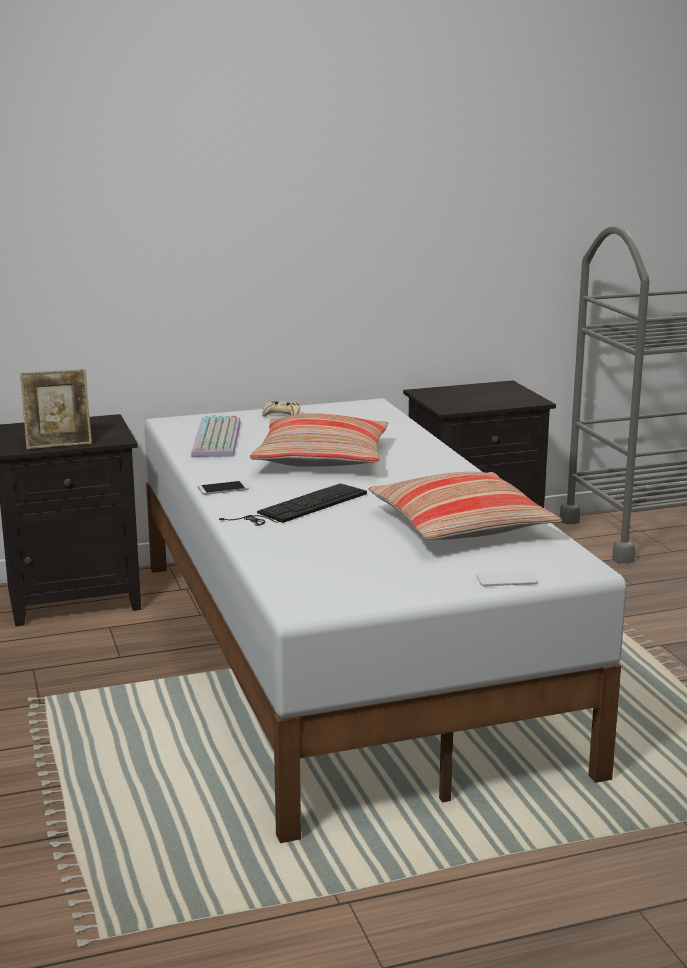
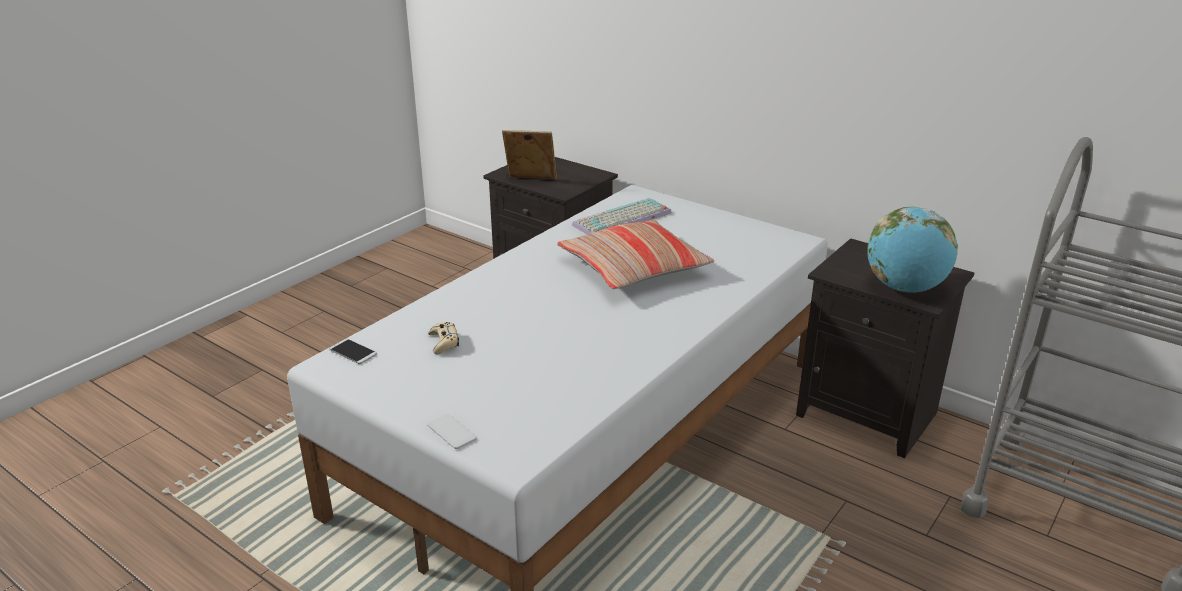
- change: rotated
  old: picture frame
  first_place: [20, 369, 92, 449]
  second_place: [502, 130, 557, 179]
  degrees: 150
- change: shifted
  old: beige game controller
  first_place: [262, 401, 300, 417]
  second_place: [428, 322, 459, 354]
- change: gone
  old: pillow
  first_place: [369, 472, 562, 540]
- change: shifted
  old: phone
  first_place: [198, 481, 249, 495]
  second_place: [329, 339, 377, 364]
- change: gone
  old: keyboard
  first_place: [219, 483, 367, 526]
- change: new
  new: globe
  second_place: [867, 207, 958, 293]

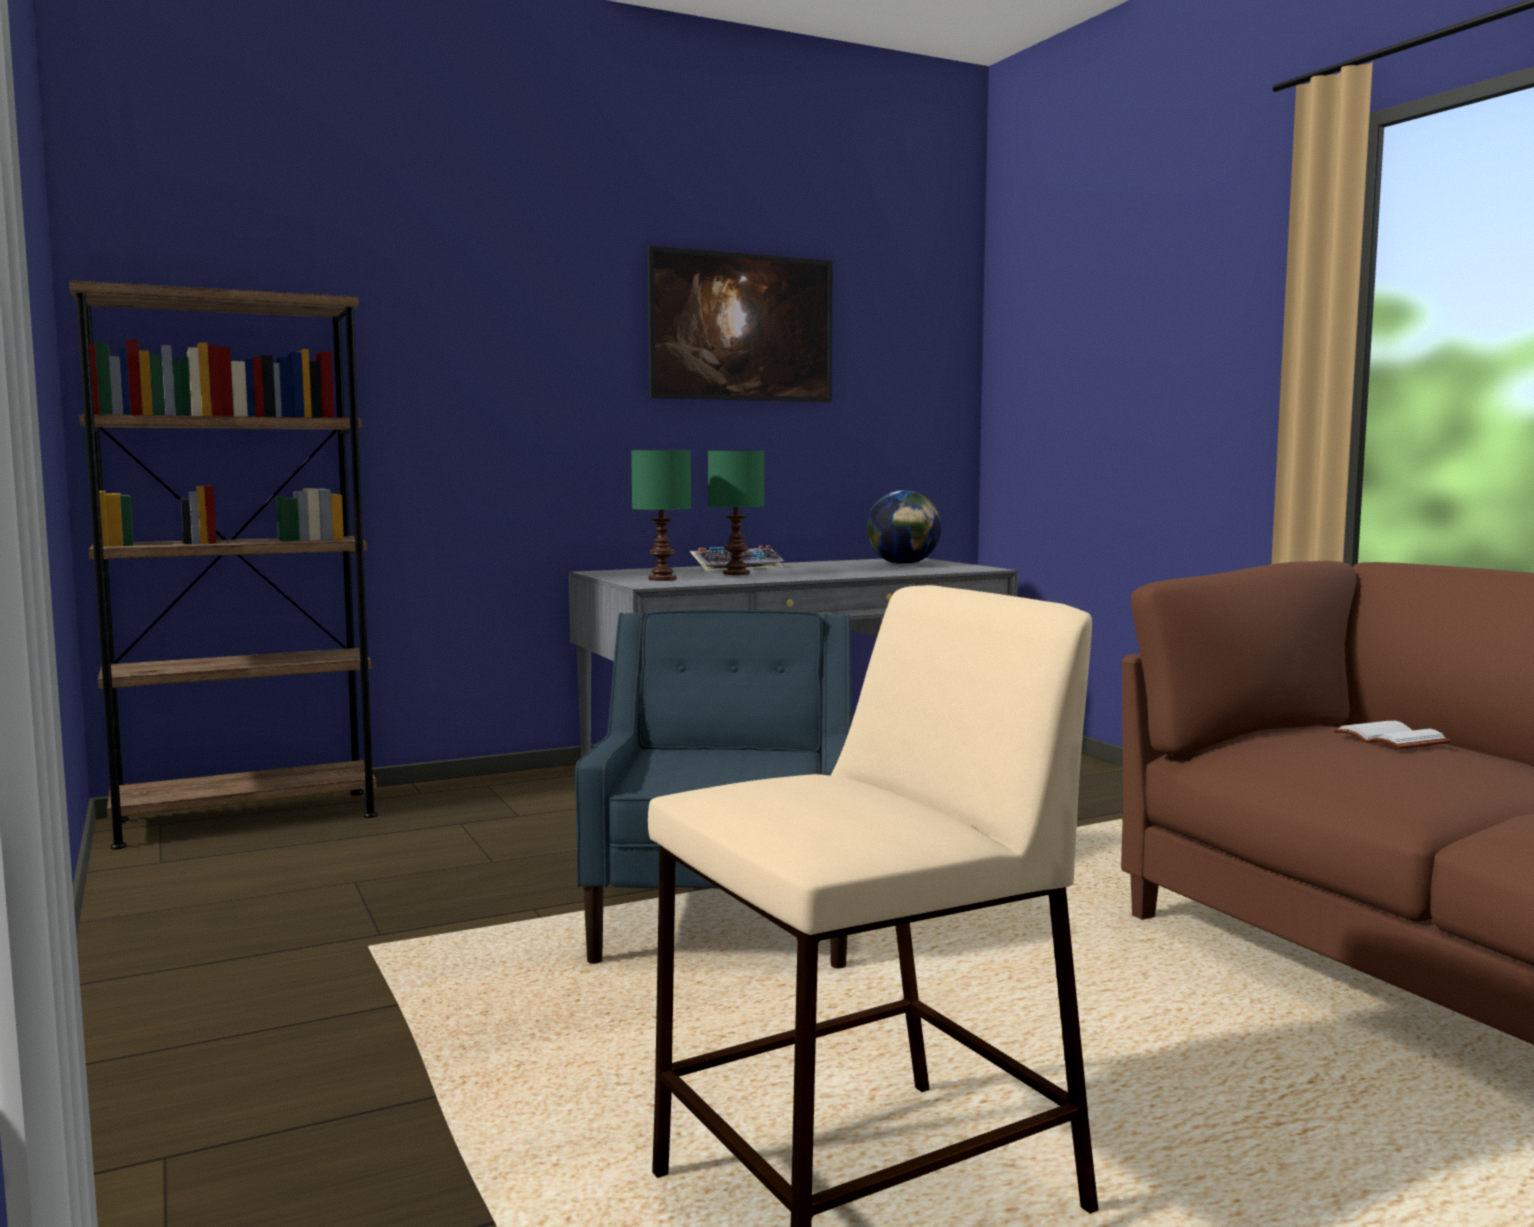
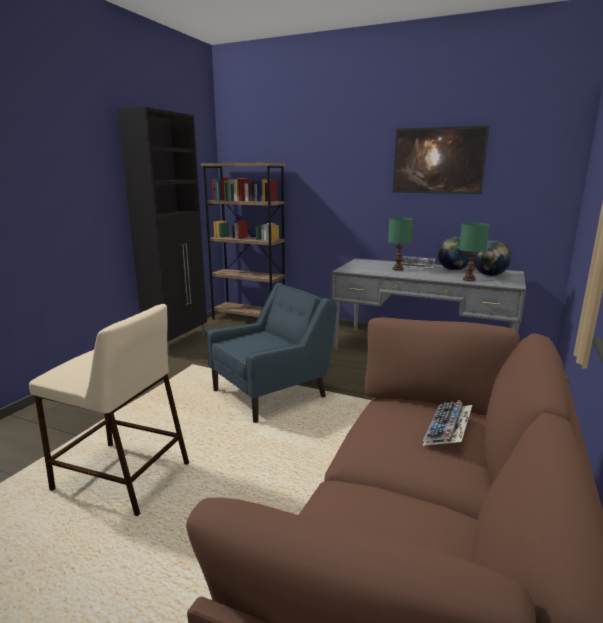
- change: shifted
  old: green table lamp
  first_place: [631, 450, 691, 581]
  second_place: [459, 223, 489, 281]
- change: swapped
  old: white book
  new: keyboard
  first_place: [1333, 721, 1451, 749]
  second_place: [423, 400, 473, 446]
- change: new
  new: black cabinet
  second_place: [117, 107, 207, 355]
- change: new
  new: globe
  second_place: [438, 237, 471, 270]

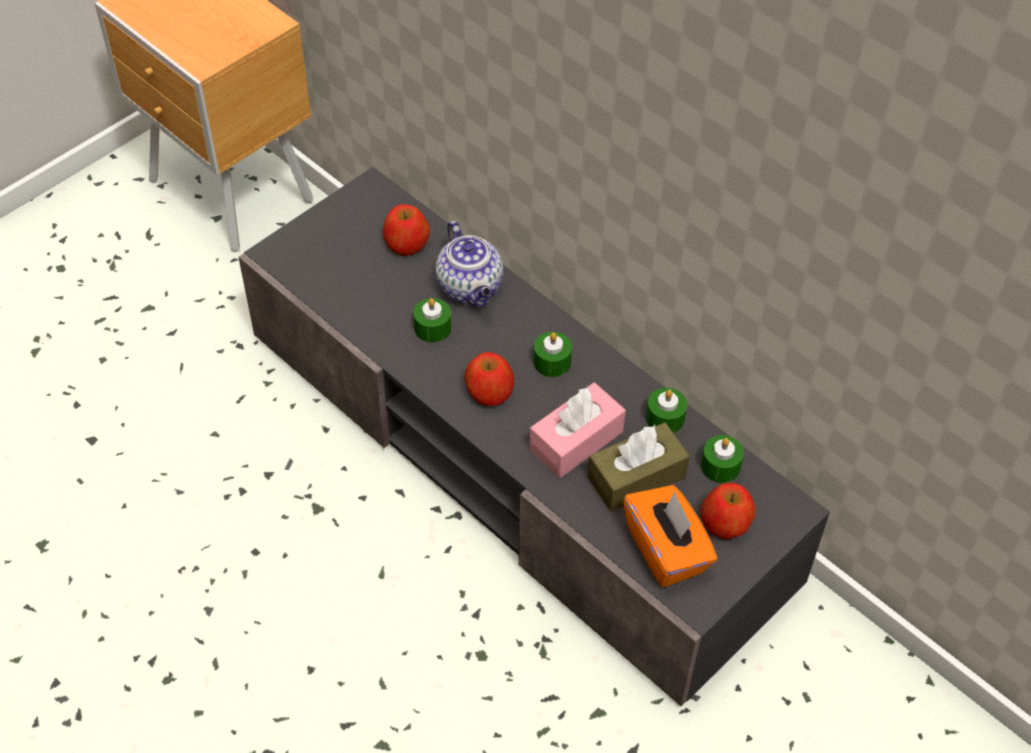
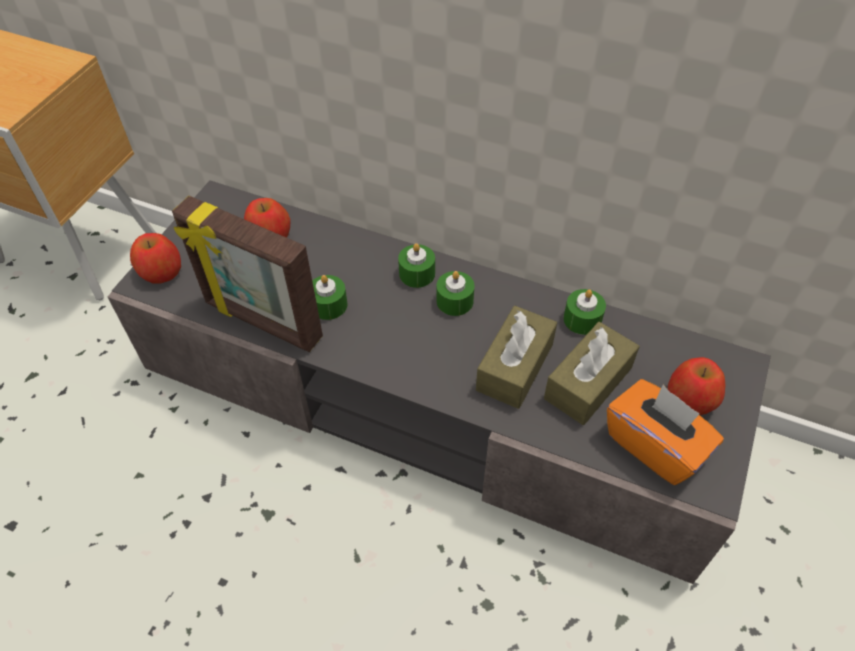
- change: gone
  old: teapot
  first_place: [435, 221, 503, 308]
- change: shifted
  old: apple
  first_place: [464, 352, 514, 406]
  second_place: [130, 233, 181, 284]
- change: repainted
  old: pink tissue box
  new: brown tissue box
  first_place: [530, 383, 626, 478]
  second_place: [476, 306, 557, 409]
- change: shifted
  old: green candle
  first_place: [701, 435, 744, 483]
  second_place: [398, 243, 435, 288]
- change: new
  new: picture frame
  second_place: [172, 196, 323, 352]

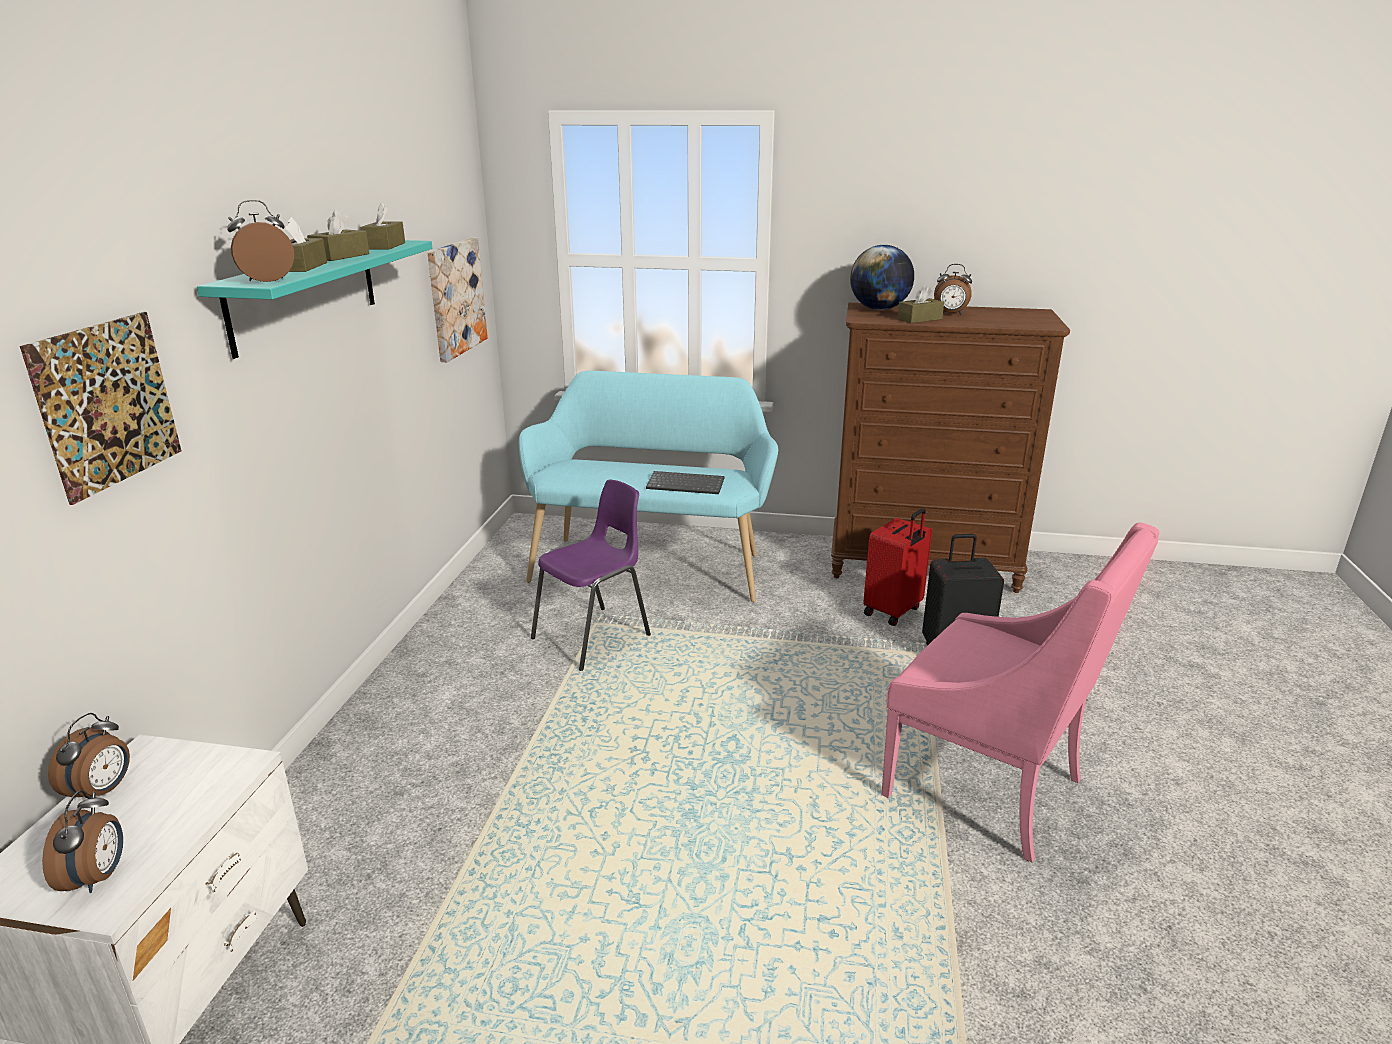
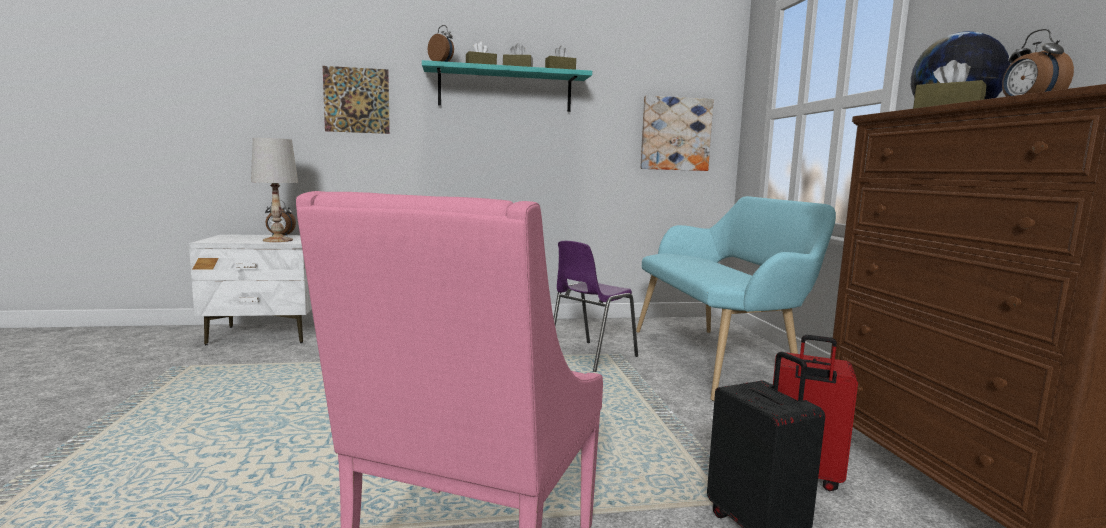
- change: gone
  old: keyboard
  first_place: [646, 471, 725, 494]
- change: rotated
  old: purple chair
  first_place: [531, 479, 651, 671]
  second_place: [554, 241, 638, 372]
  degrees: 105
- change: gone
  old: alarm clock
  first_place: [42, 790, 123, 893]
- change: new
  new: white table lamp
  second_place: [251, 138, 298, 242]

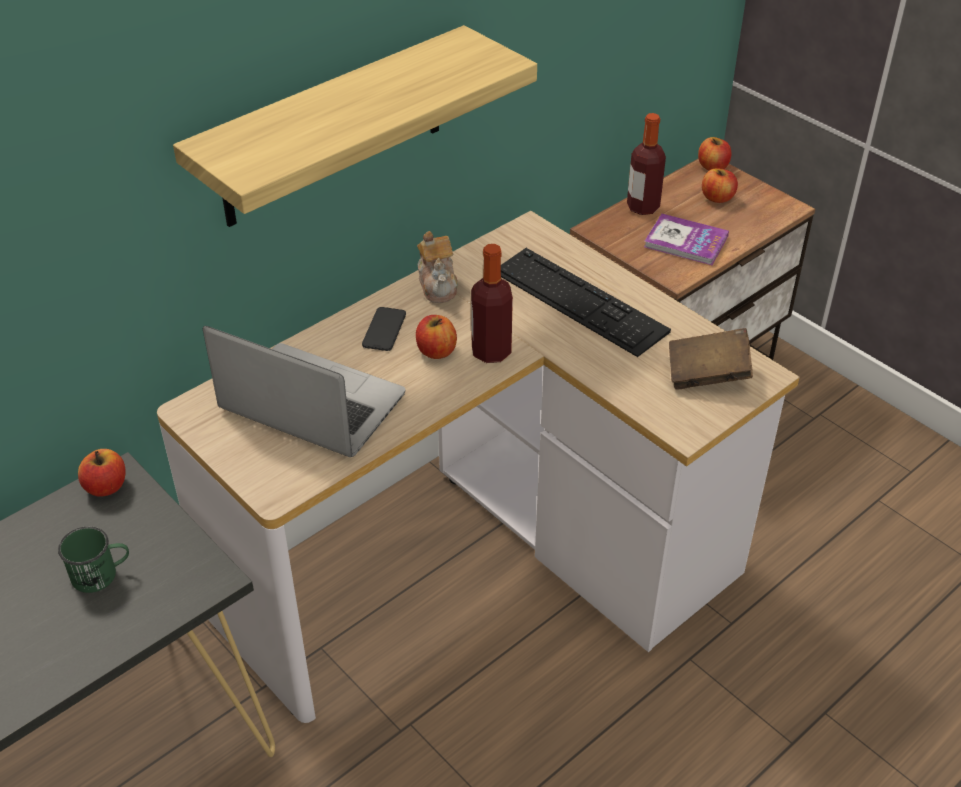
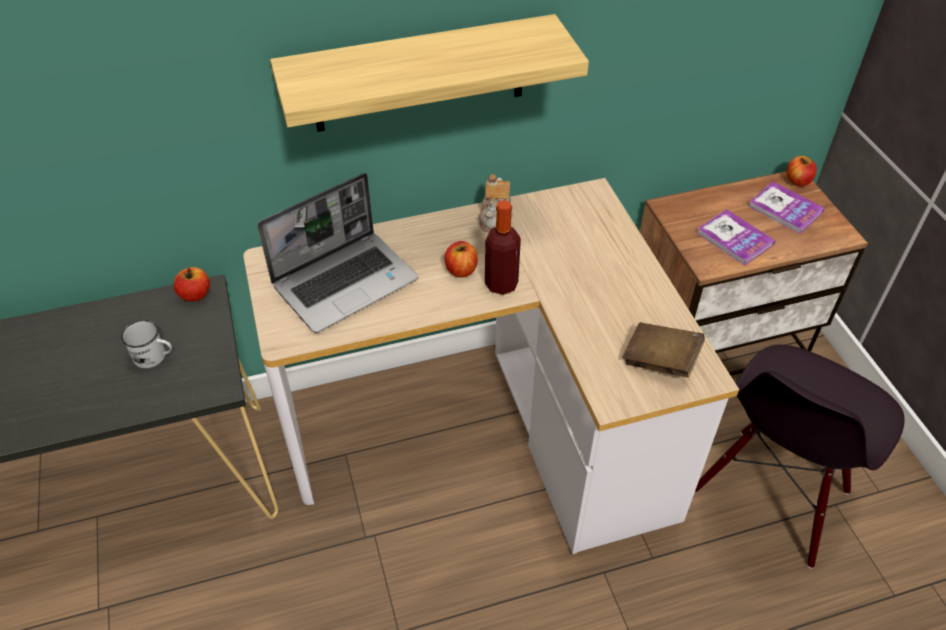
- change: gone
  old: bottle
  first_place: [627, 113, 666, 215]
- change: swapped
  old: apple
  new: book
  first_place: [702, 168, 738, 203]
  second_place: [748, 182, 825, 234]
- change: gone
  old: keyboard
  first_place: [501, 248, 671, 357]
- change: gone
  old: phone
  first_place: [362, 307, 406, 351]
- change: rotated
  old: laptop
  first_place: [203, 326, 405, 457]
  second_place: [257, 173, 418, 333]
  degrees: 90
- change: repainted
  old: green mug
  new: white mug
  first_place: [58, 526, 129, 593]
  second_place: [121, 320, 172, 368]
- change: new
  new: black chair
  second_place: [695, 345, 905, 568]

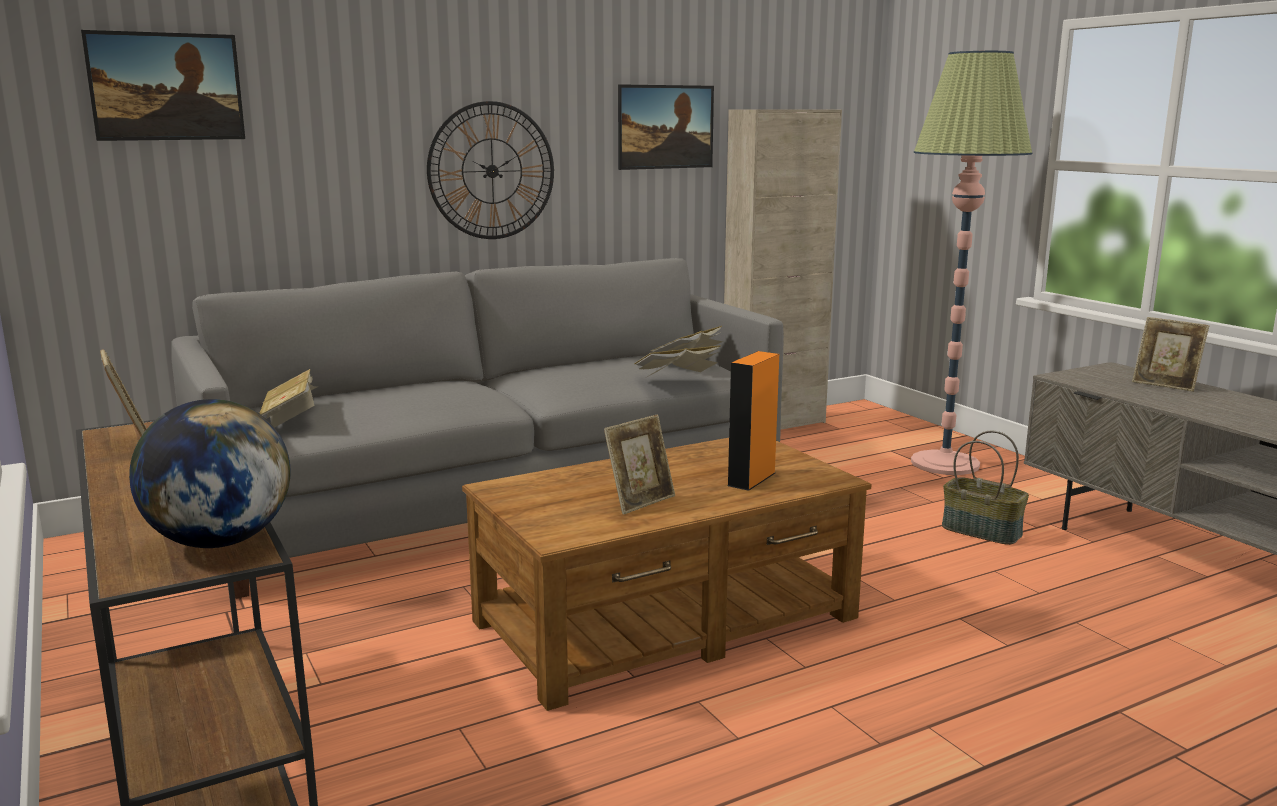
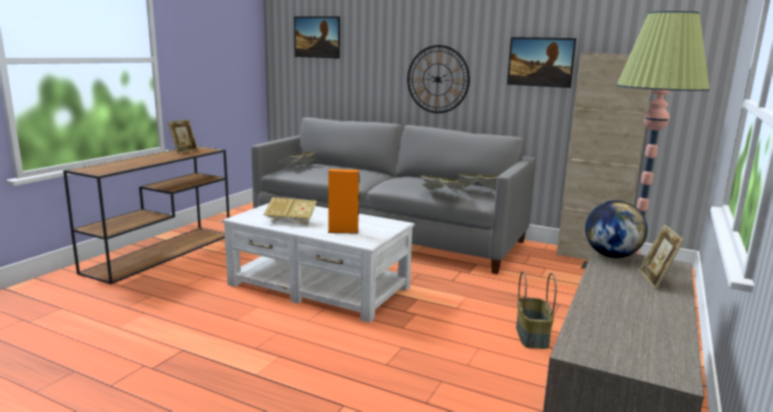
- change: shifted
  old: globe
  first_place: [129, 399, 291, 548]
  second_place: [585, 200, 648, 258]
- change: swapped
  old: picture frame
  new: book
  first_place: [604, 414, 675, 515]
  second_place: [263, 197, 317, 225]
- change: repainted
  old: brown coffee table
  new: white coffee table
  first_place: [462, 438, 872, 711]
  second_place: [222, 203, 415, 323]

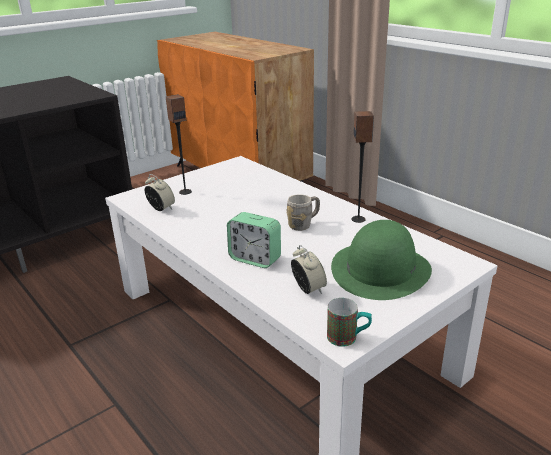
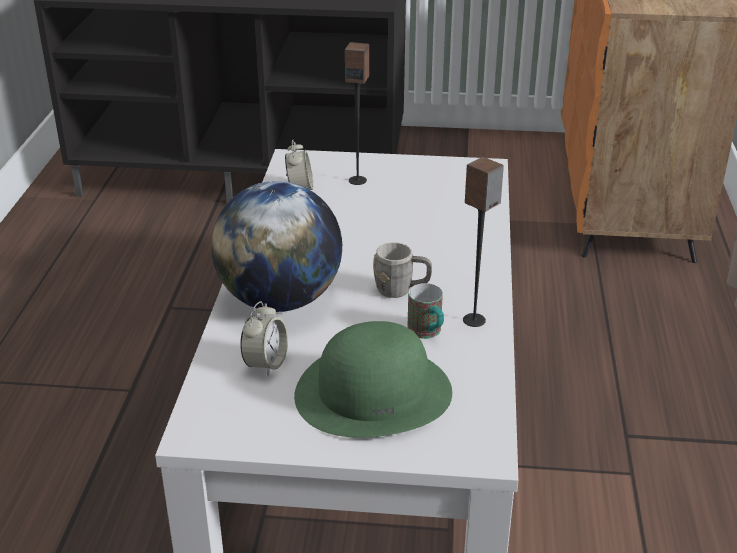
- change: swapped
  old: alarm clock
  new: globe
  first_place: [227, 212, 281, 268]
  second_place: [211, 181, 342, 312]
- change: shifted
  old: mug
  first_place: [327, 298, 372, 347]
  second_place: [407, 283, 444, 339]

